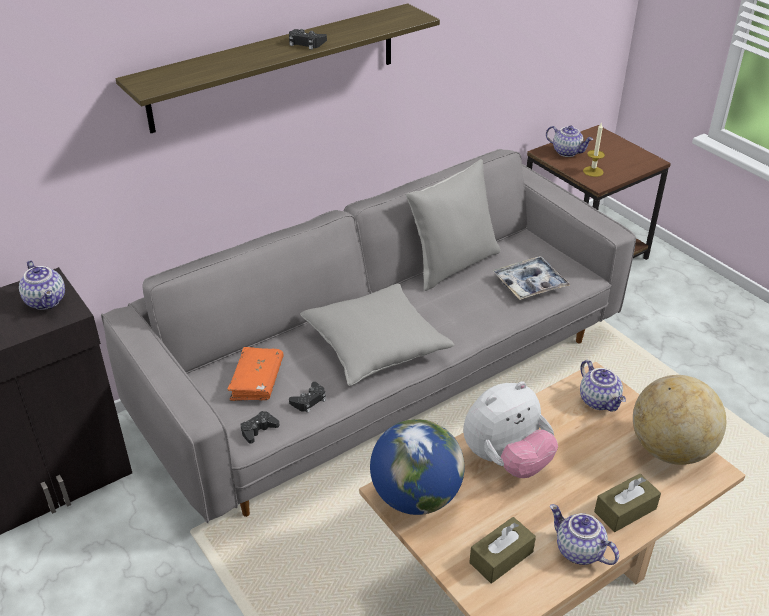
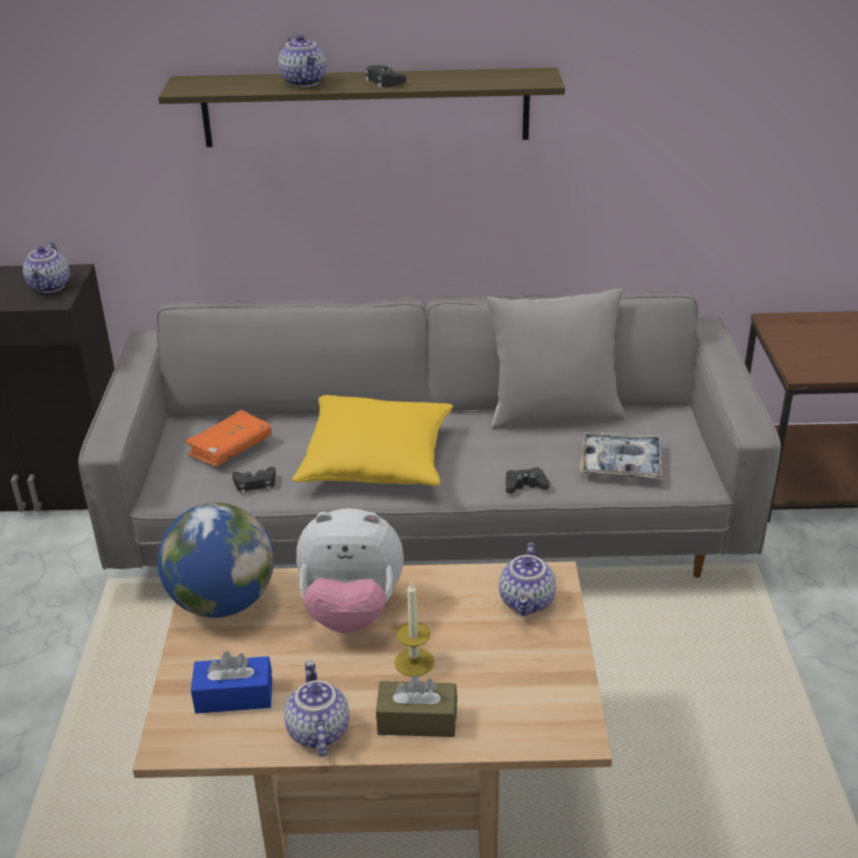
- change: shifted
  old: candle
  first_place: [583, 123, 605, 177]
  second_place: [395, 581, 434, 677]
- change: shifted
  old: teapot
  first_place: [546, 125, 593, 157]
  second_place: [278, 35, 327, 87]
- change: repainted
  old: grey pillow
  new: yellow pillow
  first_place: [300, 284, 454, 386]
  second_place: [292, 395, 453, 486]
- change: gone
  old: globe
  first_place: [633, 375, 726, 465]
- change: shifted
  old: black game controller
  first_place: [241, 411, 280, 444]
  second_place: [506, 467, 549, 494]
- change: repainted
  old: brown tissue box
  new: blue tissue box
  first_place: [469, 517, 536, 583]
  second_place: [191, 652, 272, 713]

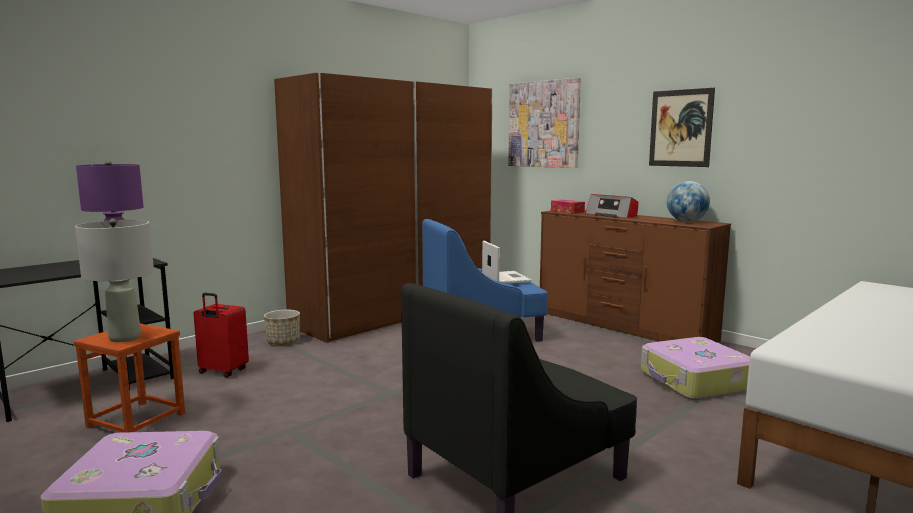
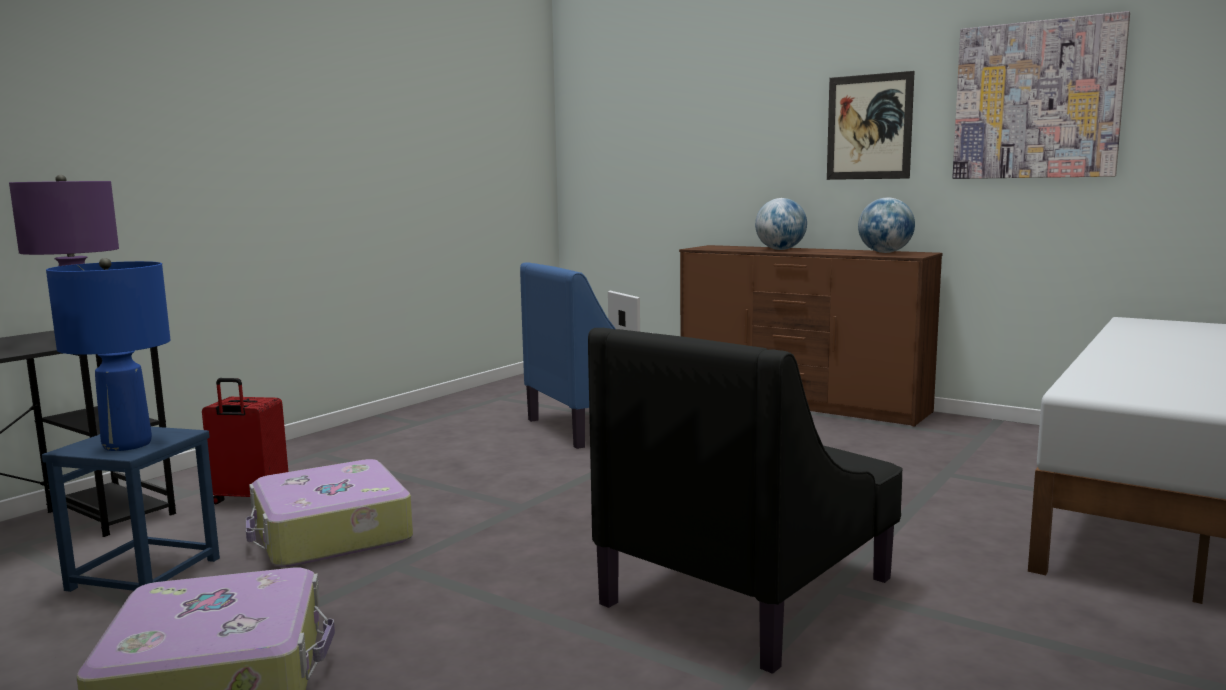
- change: gone
  old: brown wardrobe
  first_place: [274, 73, 492, 343]
- change: shifted
  old: picture
  first_place: [508, 78, 581, 168]
  second_place: [952, 11, 1130, 179]
- change: swapped
  old: radio
  new: globe
  first_place: [585, 194, 638, 218]
  second_place: [755, 198, 807, 250]
- change: gone
  old: tissue box
  first_place: [551, 200, 585, 214]
- change: repainted
  old: grey table lamp
  new: blue table lamp
  first_place: [75, 219, 154, 342]
  second_place: [46, 258, 171, 451]
- change: gone
  old: planter
  first_place: [264, 309, 300, 345]
- change: repainted
  old: brown stool
  new: blue stool
  first_place: [73, 323, 185, 433]
  second_place: [42, 427, 220, 592]
- change: shifted
  old: suitcase
  first_place: [641, 337, 750, 400]
  second_place: [246, 459, 413, 567]

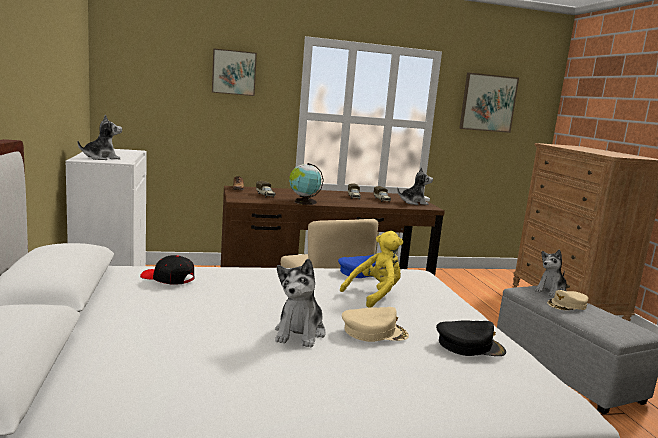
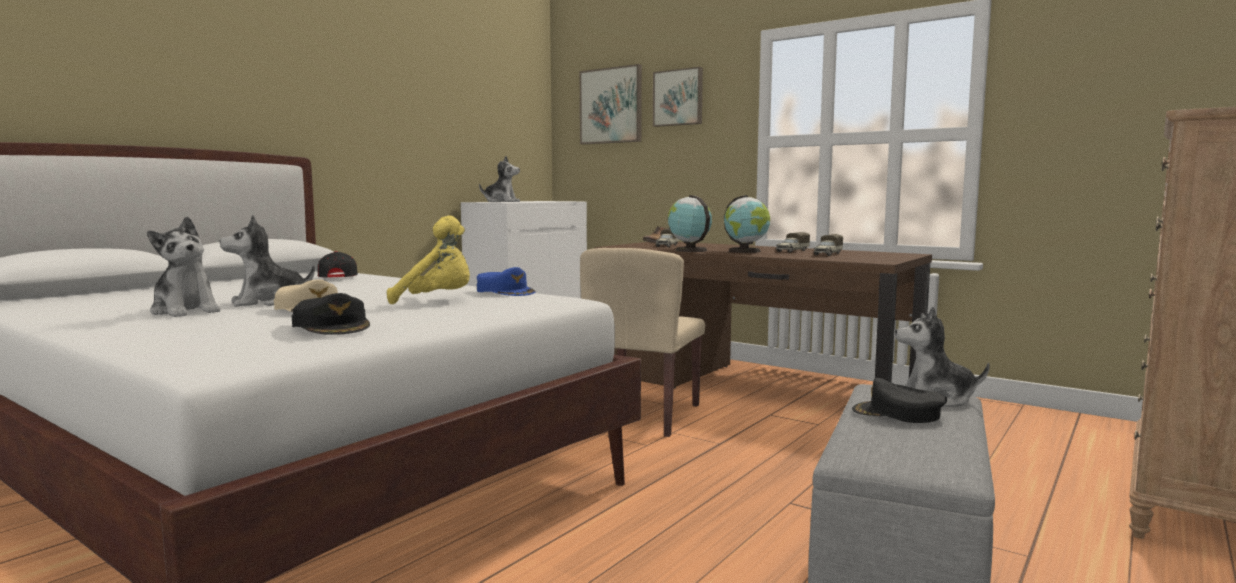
- change: shifted
  old: picture
  first_place: [459, 73, 519, 133]
  second_place: [580, 64, 642, 144]
- change: shifted
  old: plush toy
  first_place: [397, 167, 433, 205]
  second_place: [147, 216, 221, 317]
- change: repainted
  old: beige cap
  new: black cap
  first_place: [547, 290, 588, 310]
  second_place: [852, 378, 947, 423]
- change: new
  new: globe
  second_place: [724, 195, 770, 253]

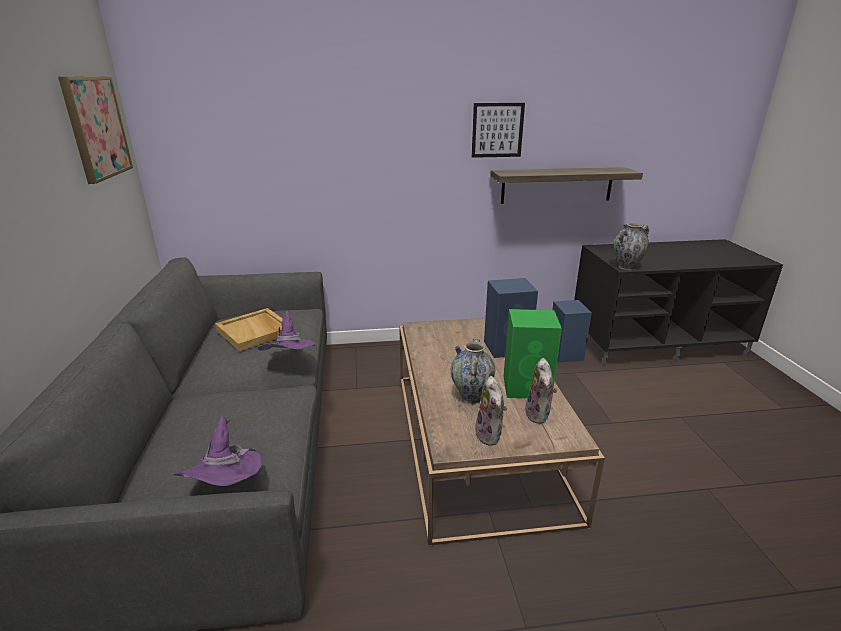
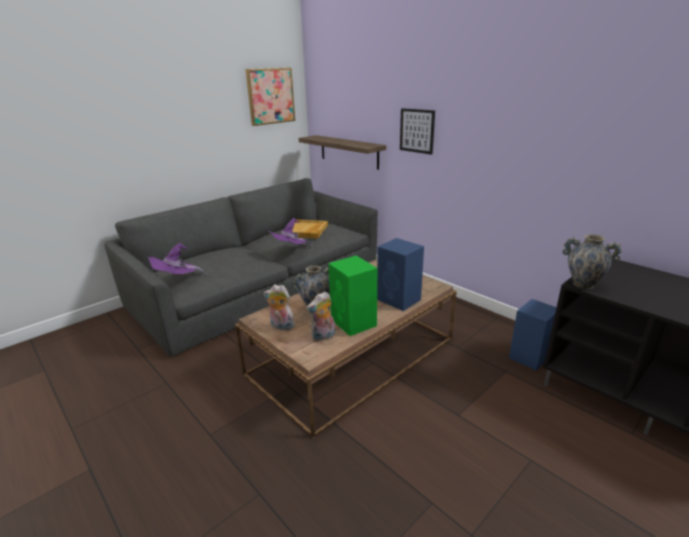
- change: shifted
  old: picture
  first_place: [472, 103, 525, 158]
  second_place: [400, 108, 435, 155]
- change: shifted
  old: shelf
  first_place: [490, 167, 643, 204]
  second_place: [299, 135, 386, 170]
- change: rotated
  old: plush toy
  first_place: [475, 376, 507, 446]
  second_place: [264, 285, 295, 331]
  degrees: 60

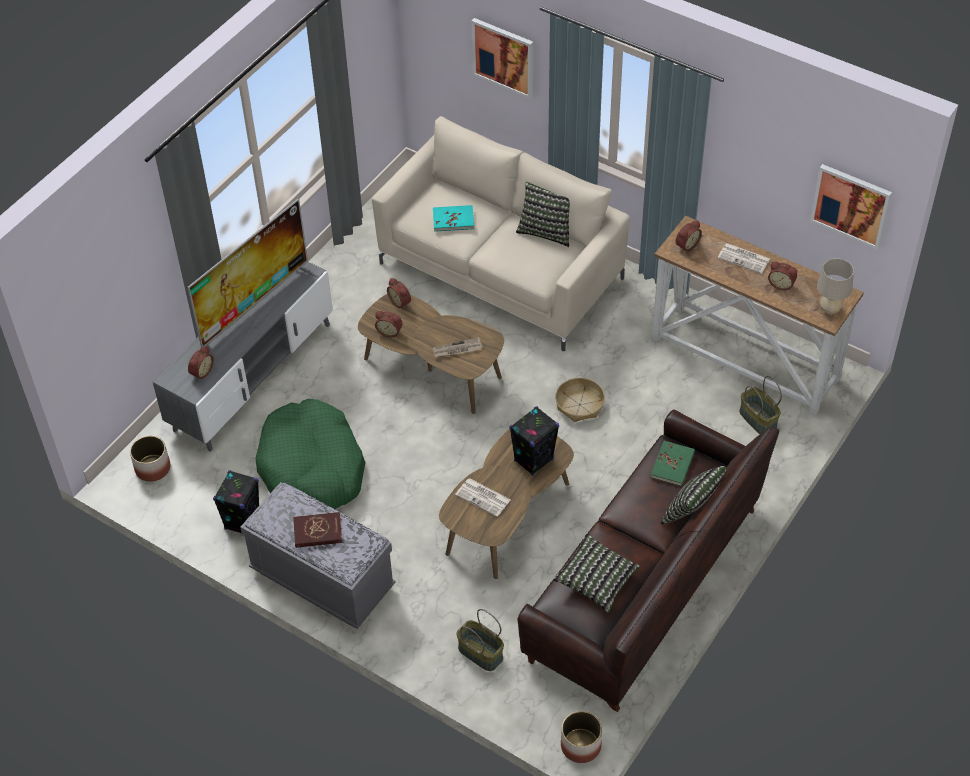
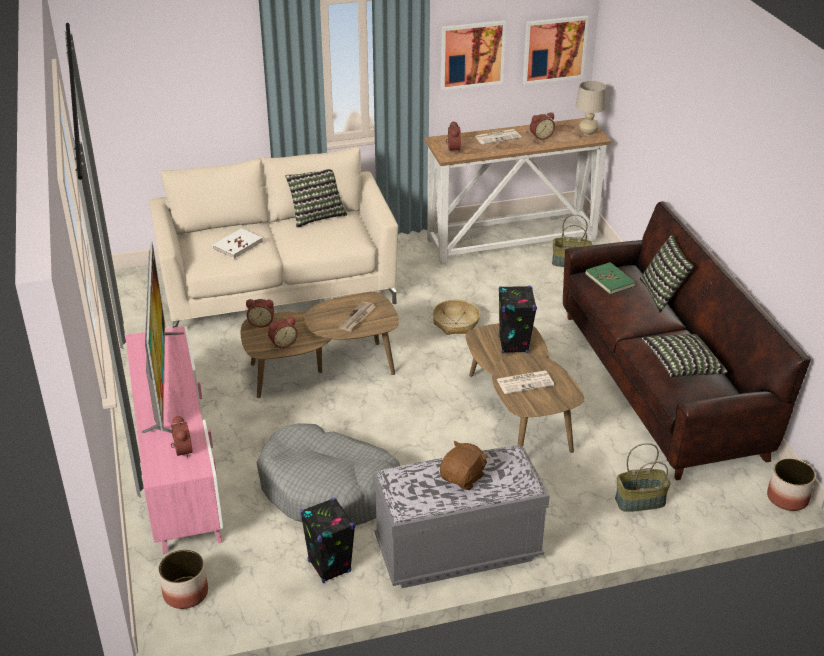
- change: shifted
  old: picture
  first_place: [471, 18, 533, 99]
  second_place: [441, 20, 506, 91]
- change: repainted
  old: turquoise book
  new: white book
  first_place: [433, 205, 474, 232]
  second_place: [212, 228, 263, 259]
- change: repainted
  old: grey tv stand
  new: pink tv stand
  first_place: [153, 262, 333, 452]
  second_place: [125, 326, 223, 554]
- change: repainted
  old: green dog bed
  new: grey dog bed
  first_place: [255, 399, 365, 509]
  second_place: [257, 423, 400, 526]
- change: swapped
  old: red book
  new: brown plush toy
  first_place: [293, 512, 342, 548]
  second_place: [440, 441, 489, 490]

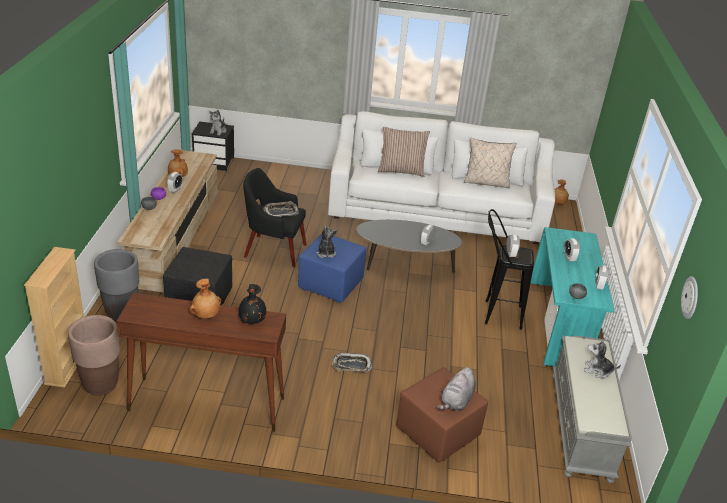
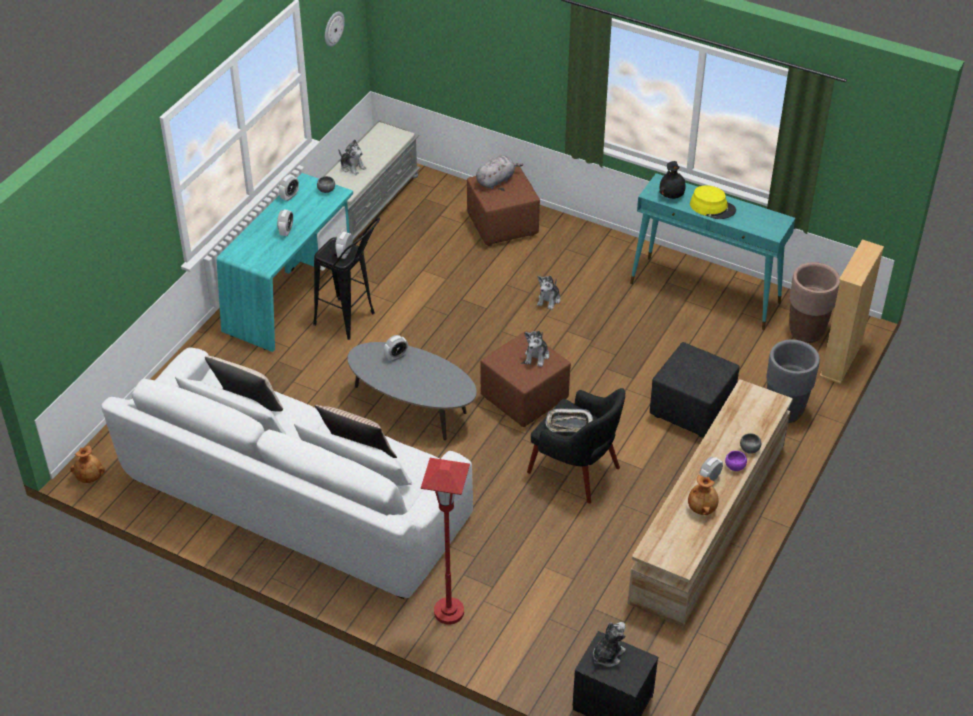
- change: repainted
  old: blue ottoman
  new: brown ottoman
  first_place: [298, 234, 366, 303]
  second_place: [481, 331, 571, 427]
- change: swapped
  old: brown vase
  new: yellow hat
  first_place: [189, 279, 221, 319]
  second_place: [690, 185, 736, 219]
- change: repainted
  old: brown console table
  new: turquoise console table
  first_place: [117, 293, 286, 432]
  second_place: [630, 173, 795, 330]
- change: swapped
  old: tray
  new: plush toy
  first_place: [332, 353, 372, 372]
  second_place: [537, 276, 561, 310]
- change: new
  new: red floor lamp
  second_place: [421, 458, 470, 625]

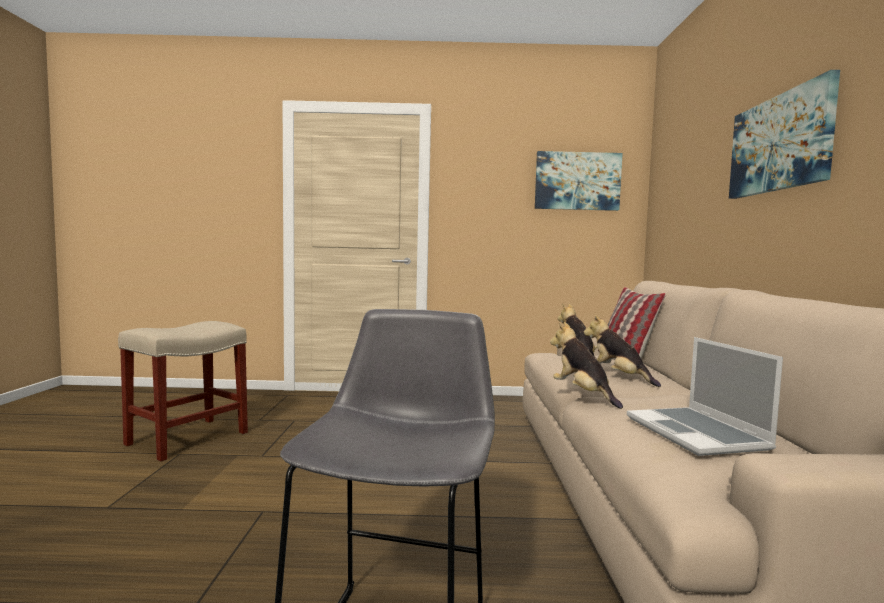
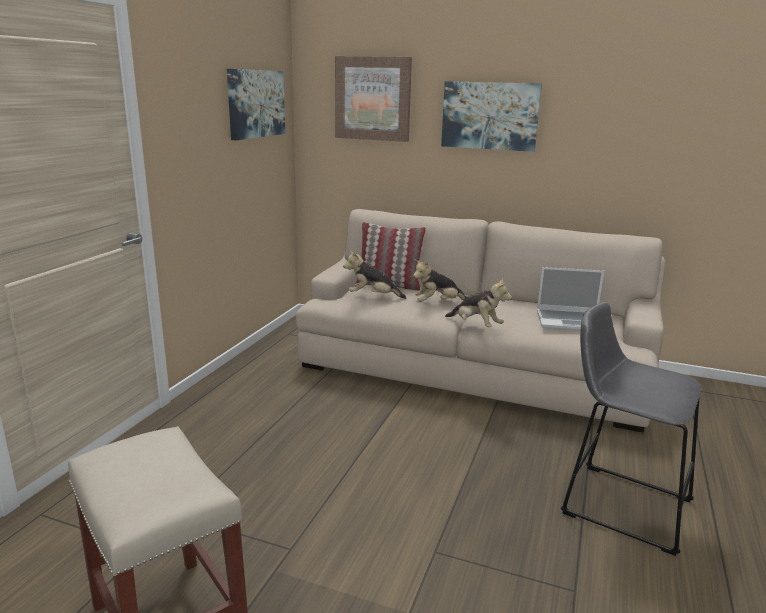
- change: rotated
  old: plush toy
  first_place: [550, 322, 623, 409]
  second_place: [445, 277, 512, 327]
  degrees: -135
- change: new
  new: picture
  second_place: [335, 56, 412, 142]

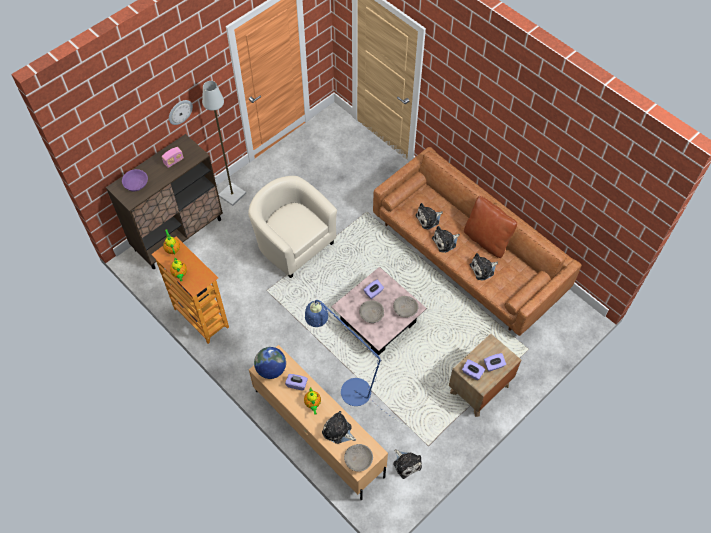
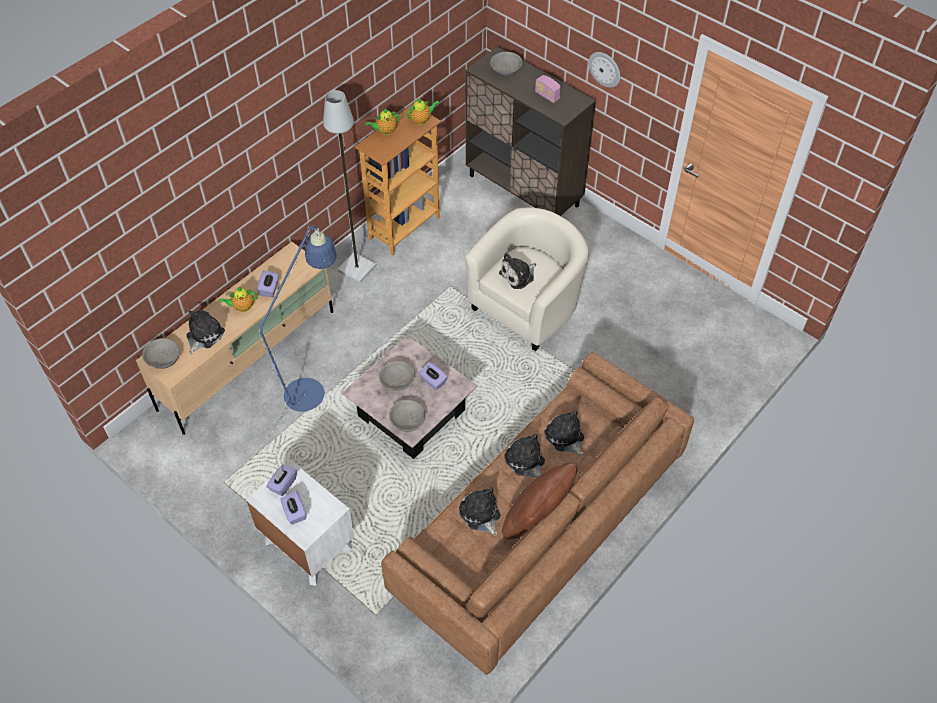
- change: shifted
  old: grey floor lamp
  first_place: [202, 81, 246, 206]
  second_place: [323, 90, 377, 283]
- change: repainted
  old: purple bowl
  new: grey bowl
  first_place: [122, 169, 148, 191]
  second_place: [490, 52, 523, 76]
- change: repainted
  old: brown nightstand
  new: white nightstand
  first_place: [449, 334, 521, 417]
  second_place: [246, 460, 355, 586]
- change: gone
  old: globe
  first_place: [254, 347, 286, 379]
- change: shifted
  old: plush toy
  first_place: [393, 449, 422, 479]
  second_place: [499, 253, 536, 289]

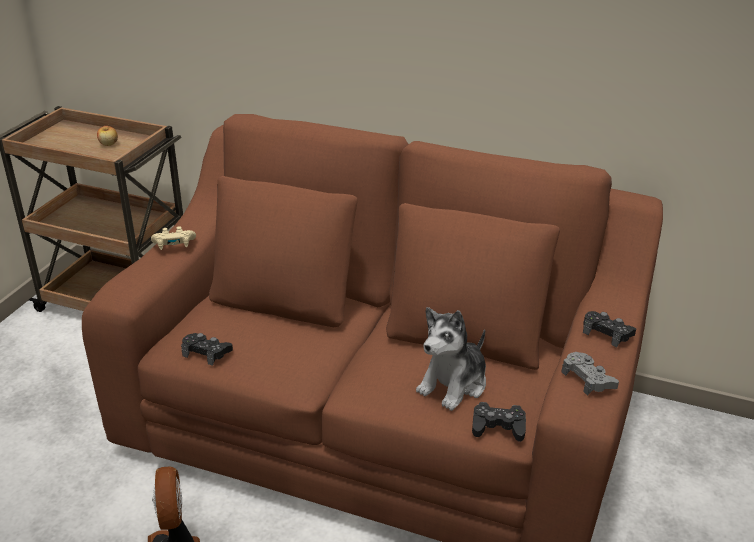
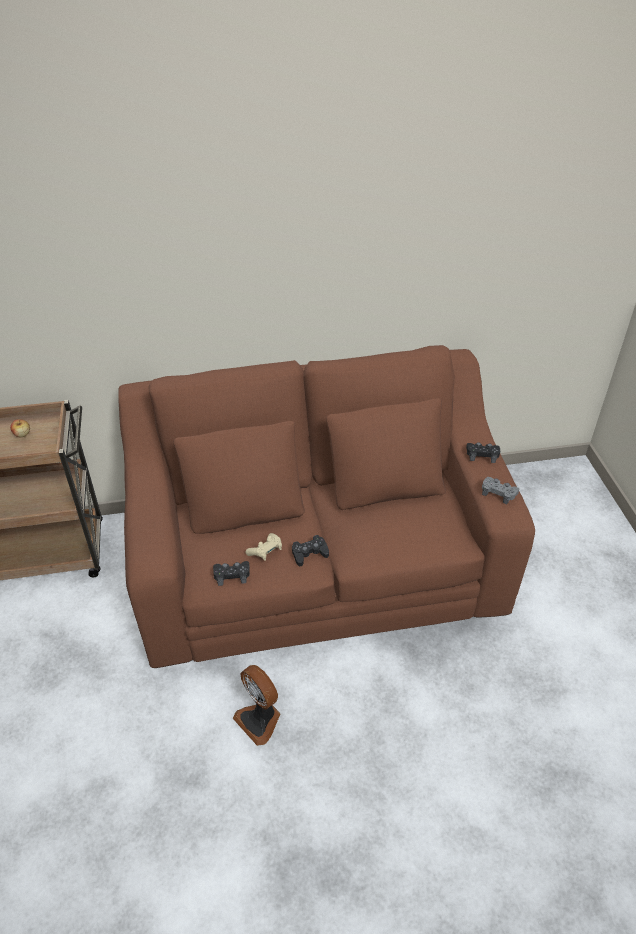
- change: shifted
  old: beige game controller
  first_place: [151, 226, 196, 250]
  second_place: [246, 533, 282, 561]
- change: gone
  old: plush toy
  first_place: [416, 307, 486, 411]
- change: shifted
  old: black game controller
  first_place: [472, 402, 526, 442]
  second_place: [292, 535, 329, 566]

